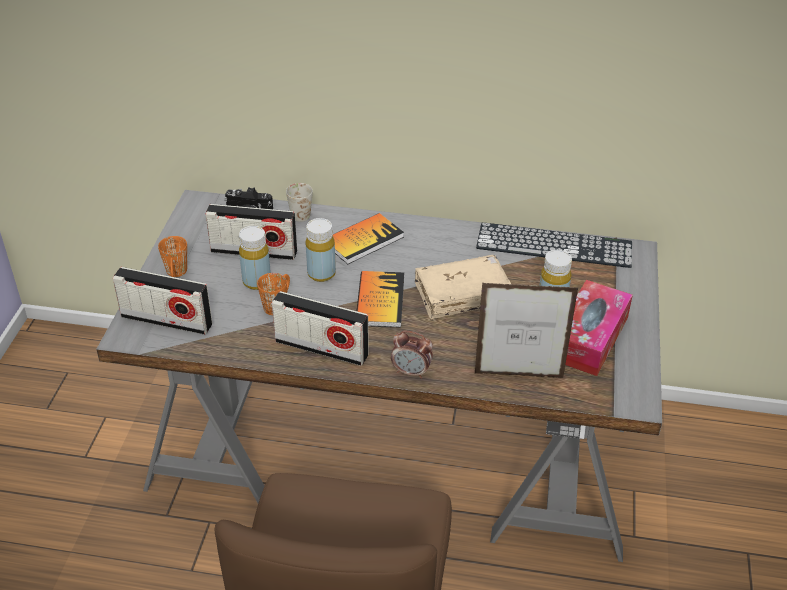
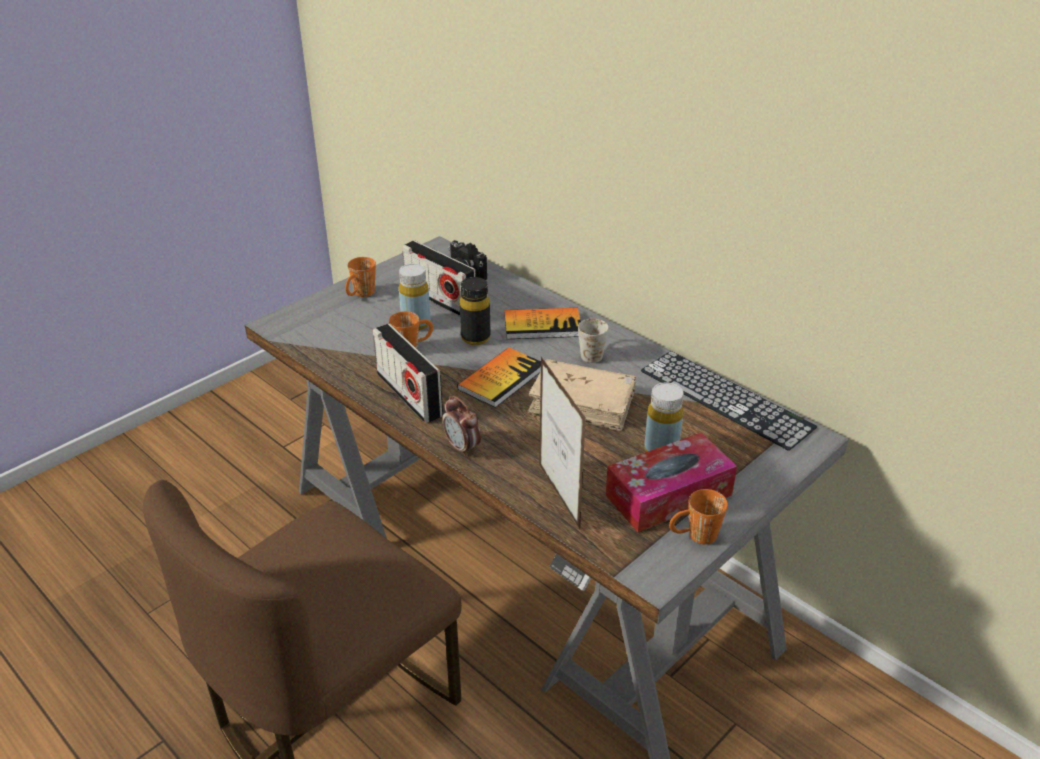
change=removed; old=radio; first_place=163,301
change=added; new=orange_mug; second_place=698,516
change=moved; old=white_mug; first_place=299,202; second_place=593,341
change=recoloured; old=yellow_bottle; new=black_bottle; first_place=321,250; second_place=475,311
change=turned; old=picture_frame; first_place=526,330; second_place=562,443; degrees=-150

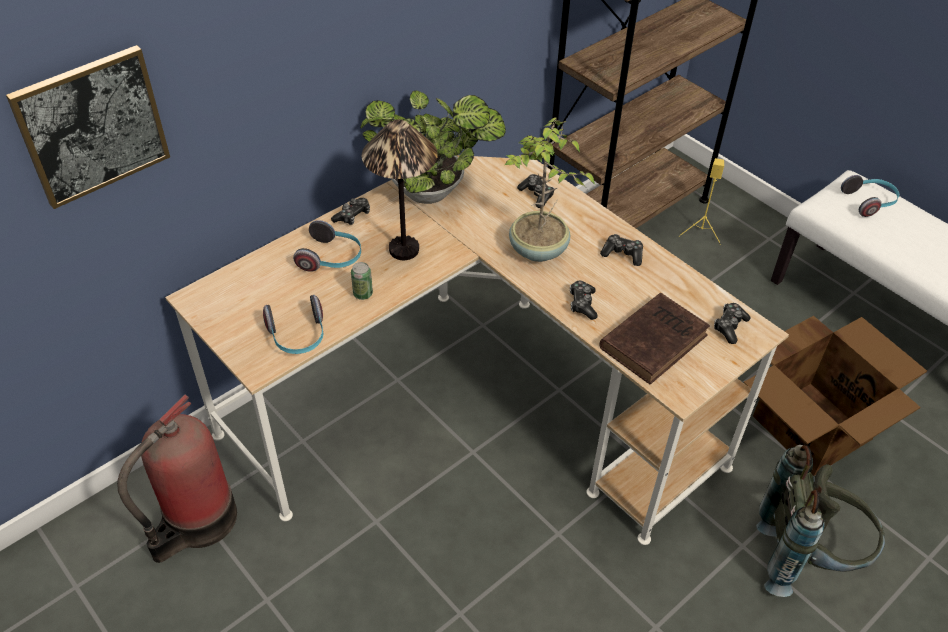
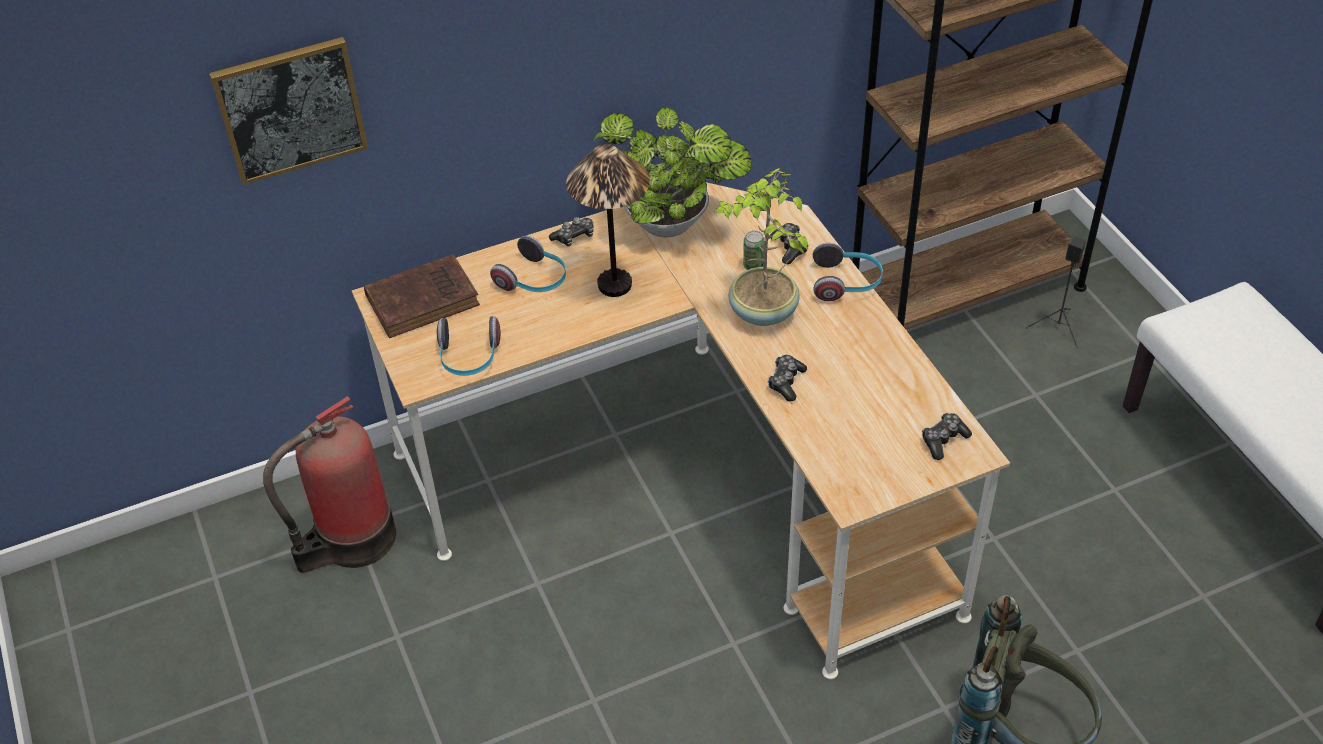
change=removed; old=game_controller; first_place=621,250
change=removed; old=cardboard_box; first_place=835,396
change=moved; old=can; first_place=362,281; second_place=754,250
change=moved; old=brown_book; first_place=655,339; second_place=422,296
change=moved; old=headphones; first_place=870,196; second_place=848,272
change=recoloured; old=yellow_speaker; new=black_speaker; first_place=701,201; second_place=1056,292

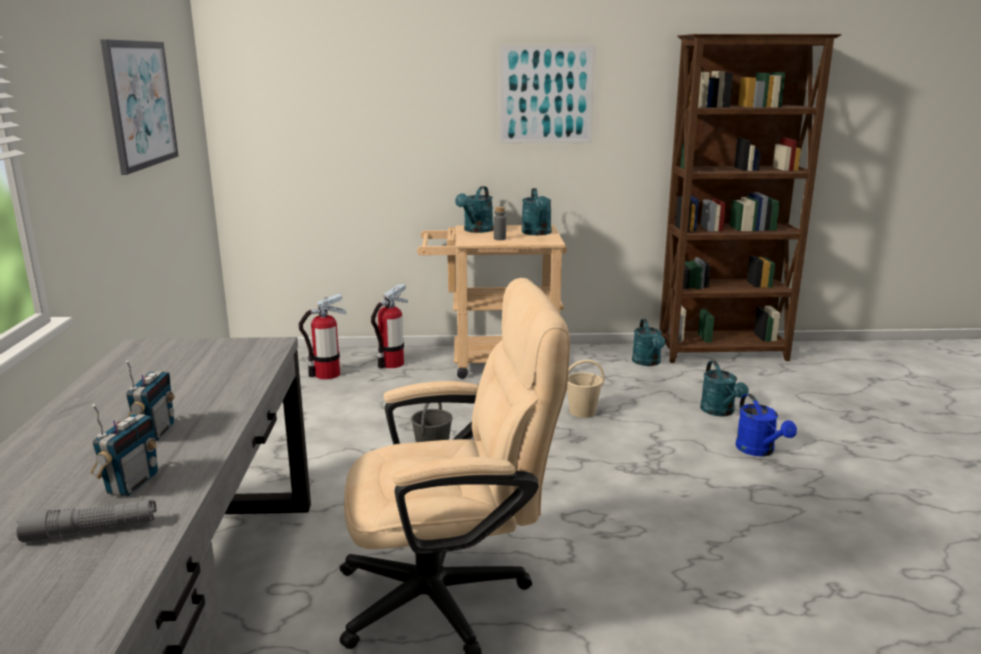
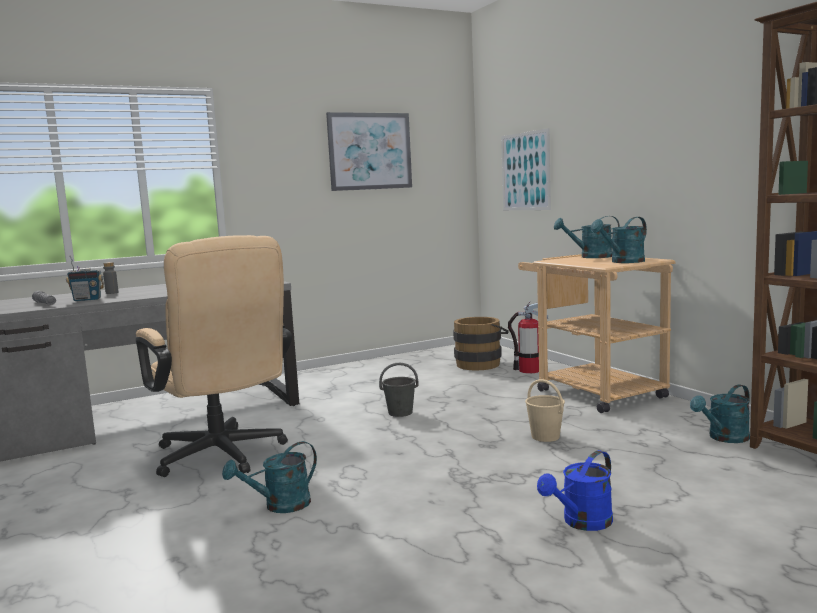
change=removed; old=radio; first_place=150,400
change=moved; old=grey_bottle; first_place=500,223; second_place=110,278
change=moved; old=picture; first_place=547,94; second_place=526,169
change=moved; old=turquoise_watering_can; first_place=724,388; second_place=269,477
change=replaced; old=fire_extinguisher; new=brown_bucket; first_place=322,336; second_place=481,343

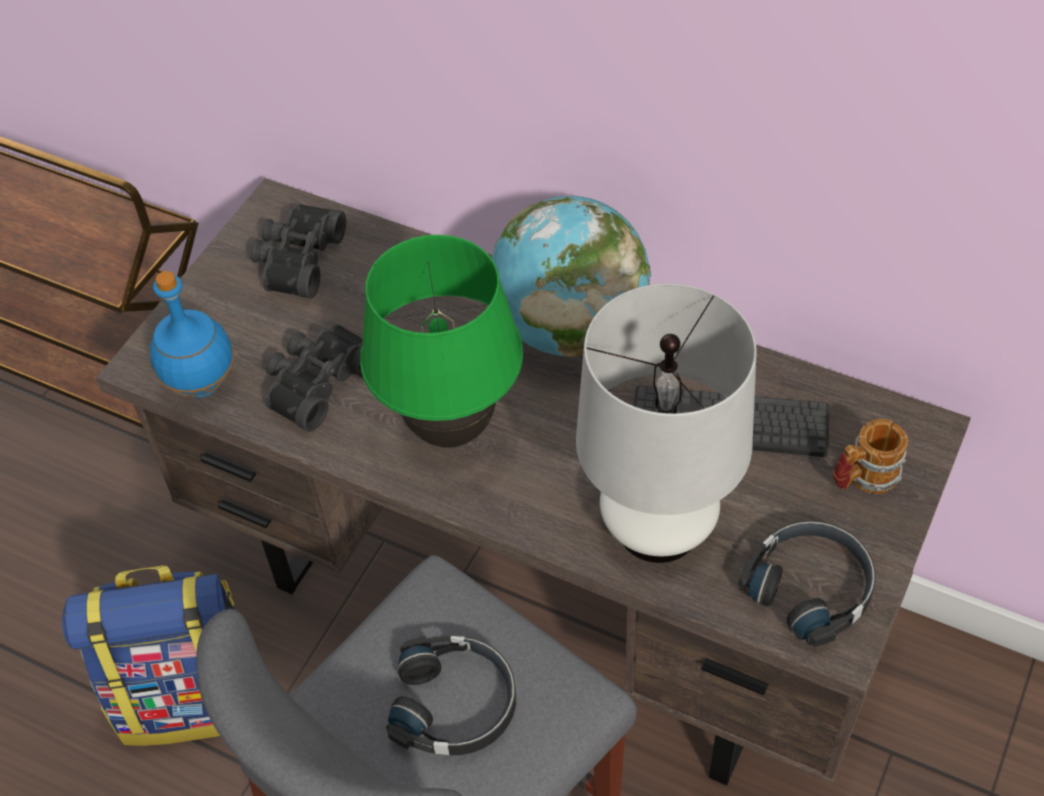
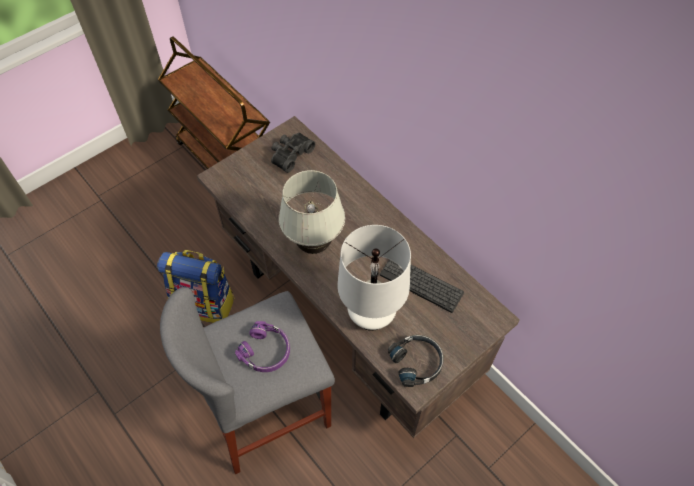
change=removed; old=blue_bottle; first_place=192,334
change=removed; old=black_binoculars; first_place=314,378
change=removed; old=globe; first_place=571,276
change=removed; old=mug; first_place=870,456
change=recoloured; old=green_table_lamp; new=white_table_lamp; first_place=441,341; second_place=312,212
change=recoloured; old=black_headphones; new=purple_headphones; first_place=451,695; second_place=262,346

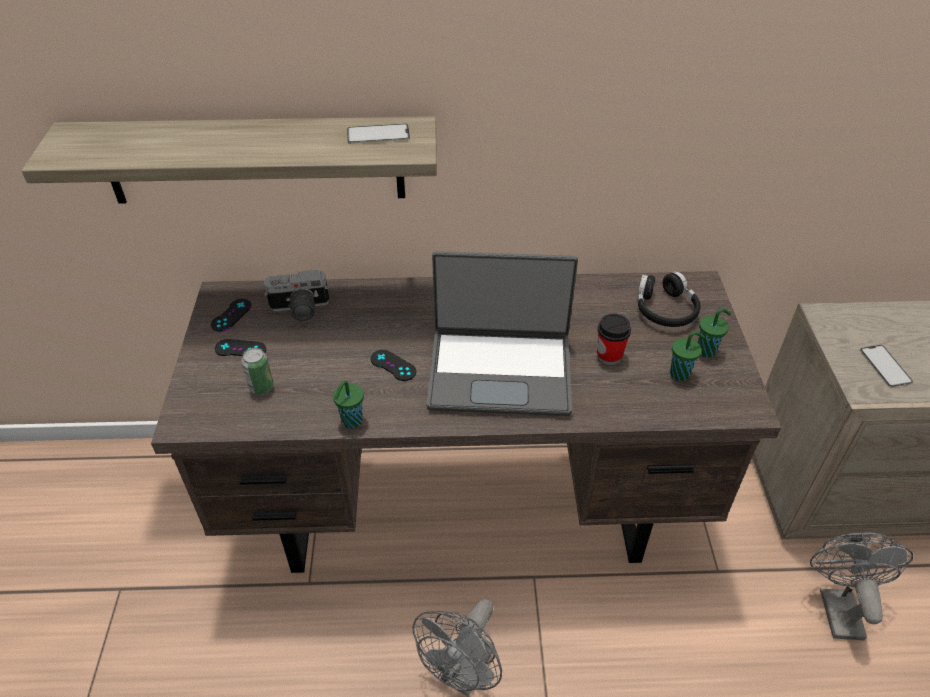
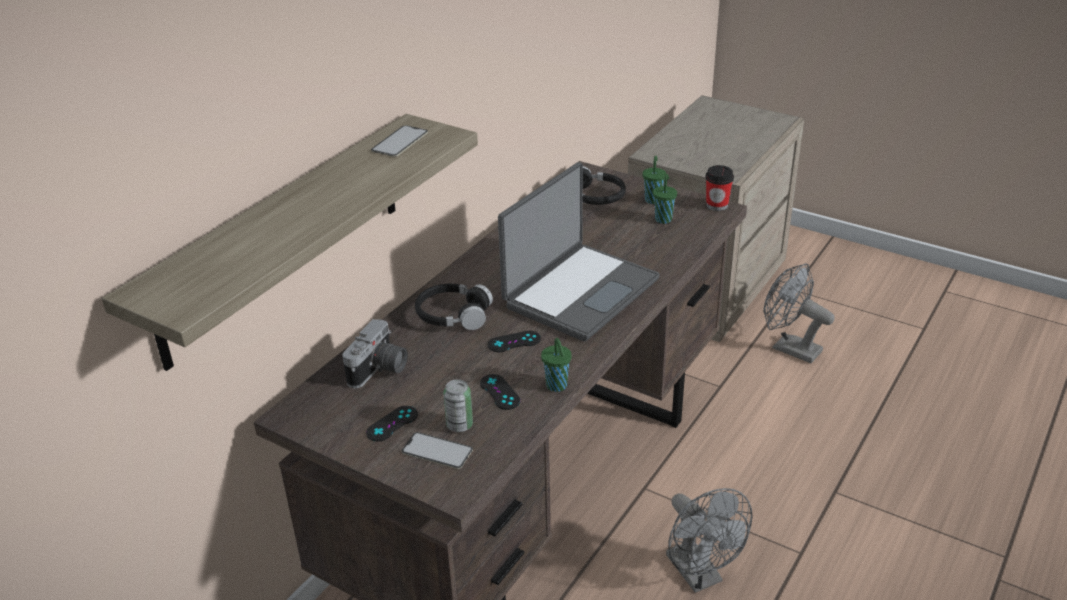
change=added; new=black_headphones; second_place=454,307
change=moved; old=black_game_controller; first_place=231,315; second_place=500,392
change=moved; old=cup; first_place=614,339; second_place=719,188
change=moved; old=phone; first_place=886,366; second_place=437,450

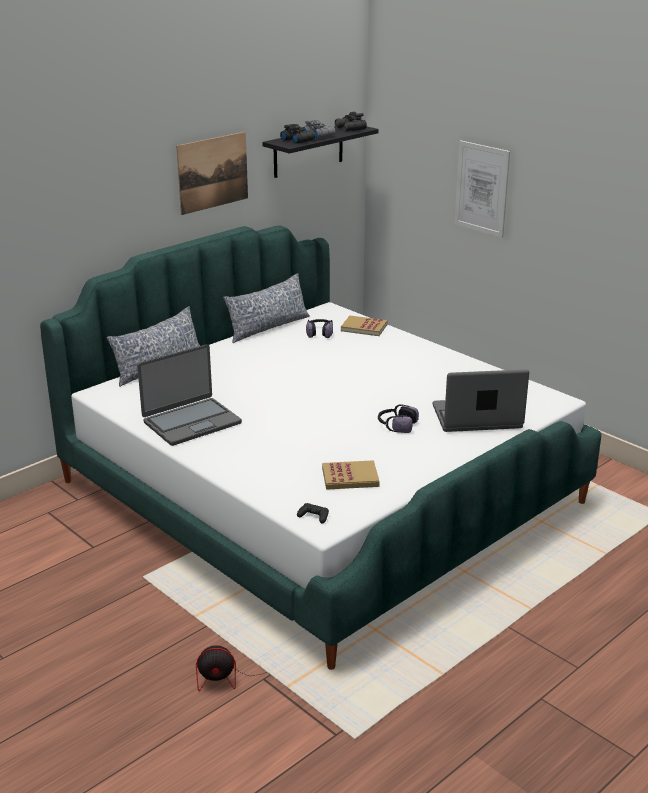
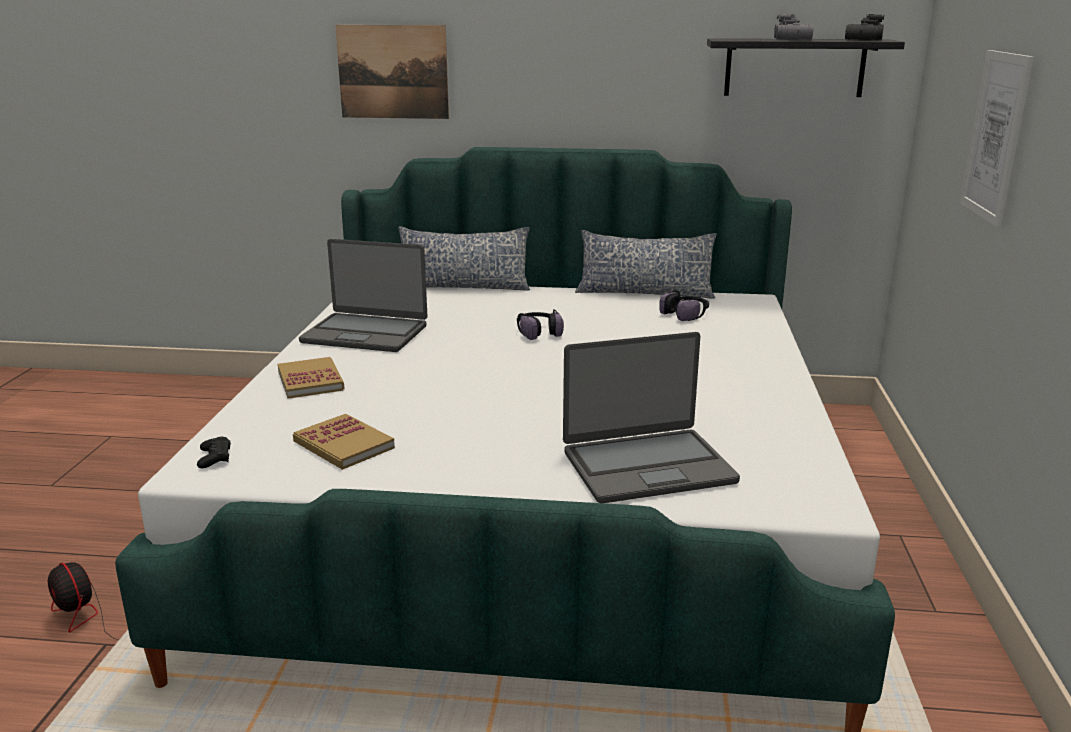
change=removed; old=black_binoculars; first_place=297,134
change=moved; old=picture; first_place=212,173; second_place=392,72
change=moved; old=book; first_place=364,326; second_place=311,378
change=moved; old=headphones; first_place=398,418; second_place=540,324
change=turned; old=laptop; first_place=481,400; second_place=651,417; degrees=120

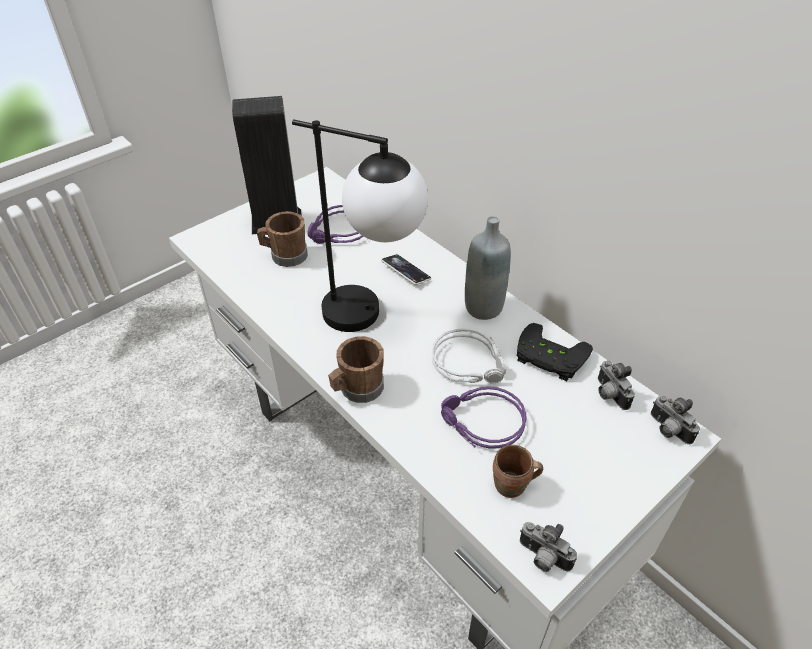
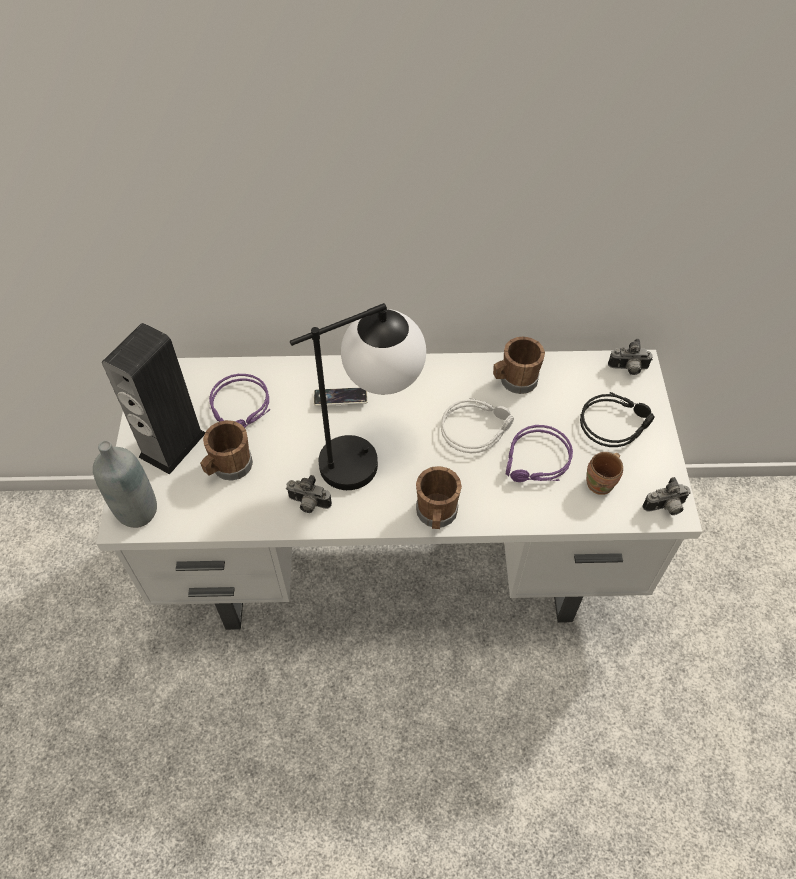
change=added; new=black_headphones; second_place=617,419
change=moved; old=grey_bottle; first_place=488,268; second_place=125,484
change=moved; old=photo_camera; first_place=616,385; second_place=309,494
change=replaced; old=black_game_controller; new=brown_mug; first_place=555,352; second_place=519,365

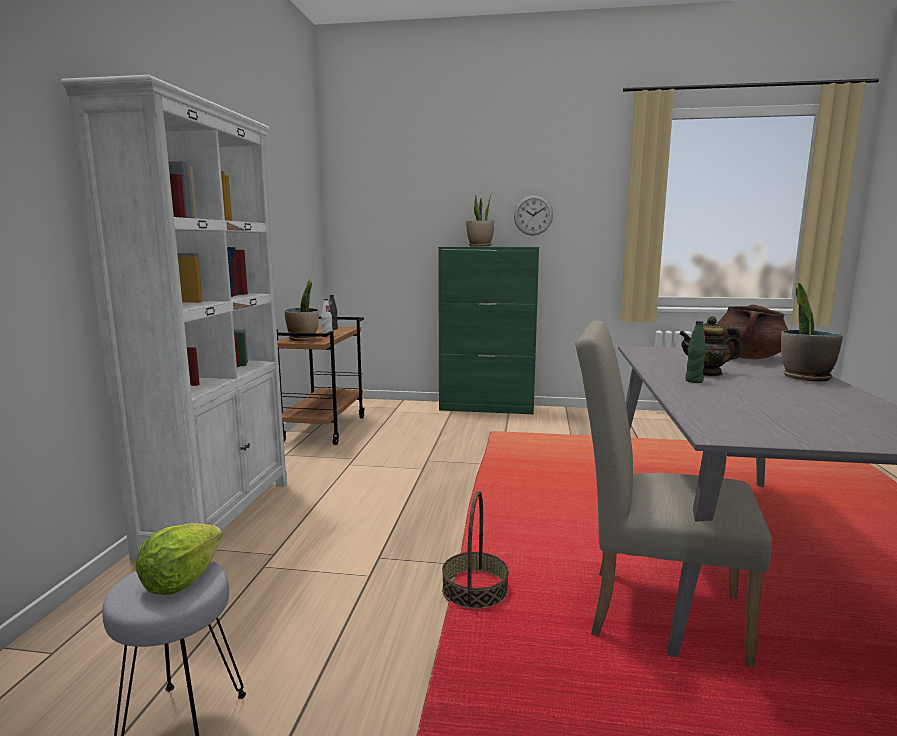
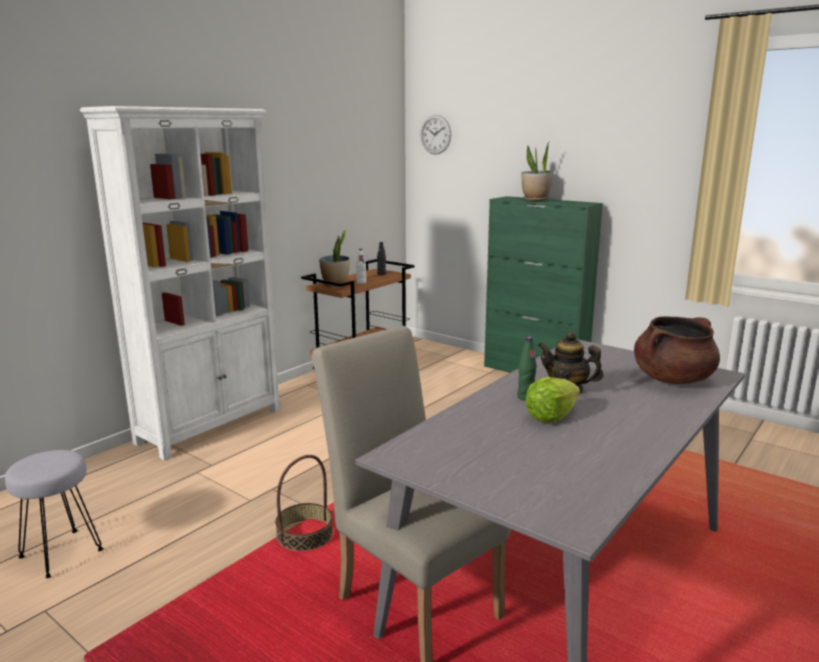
change=removed; old=potted_plant; first_place=812,332
change=moved; old=lettuce; first_place=179,559; second_place=552,399
change=moved; old=wall_clock; first_place=533,215; second_place=435,135

